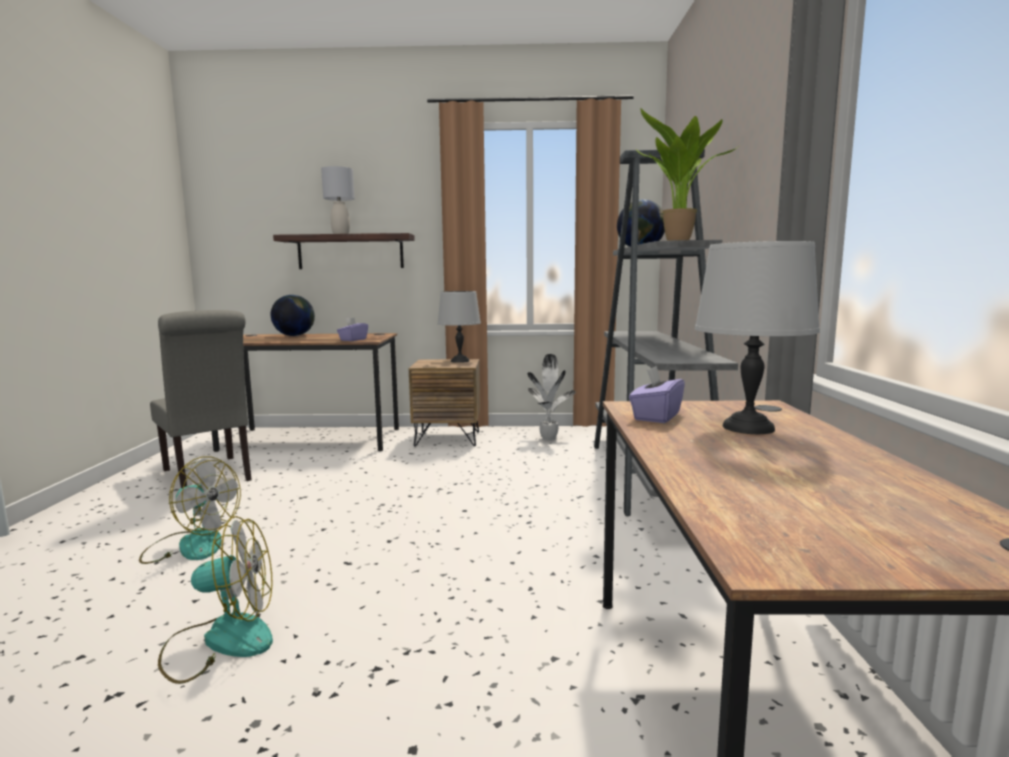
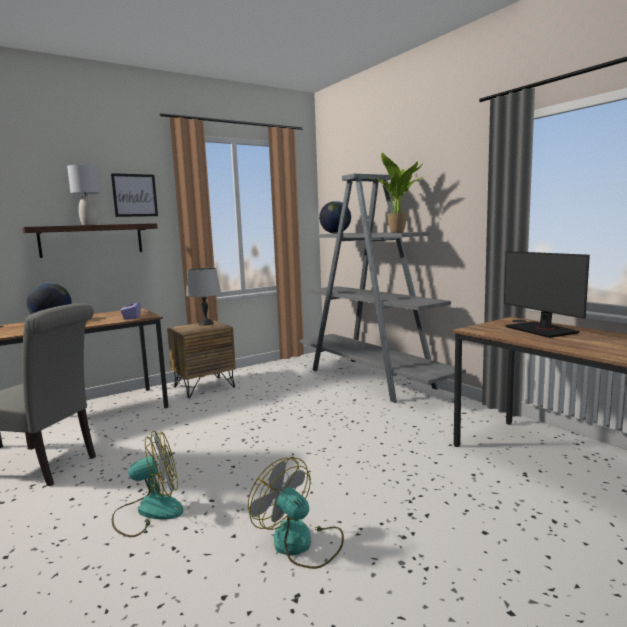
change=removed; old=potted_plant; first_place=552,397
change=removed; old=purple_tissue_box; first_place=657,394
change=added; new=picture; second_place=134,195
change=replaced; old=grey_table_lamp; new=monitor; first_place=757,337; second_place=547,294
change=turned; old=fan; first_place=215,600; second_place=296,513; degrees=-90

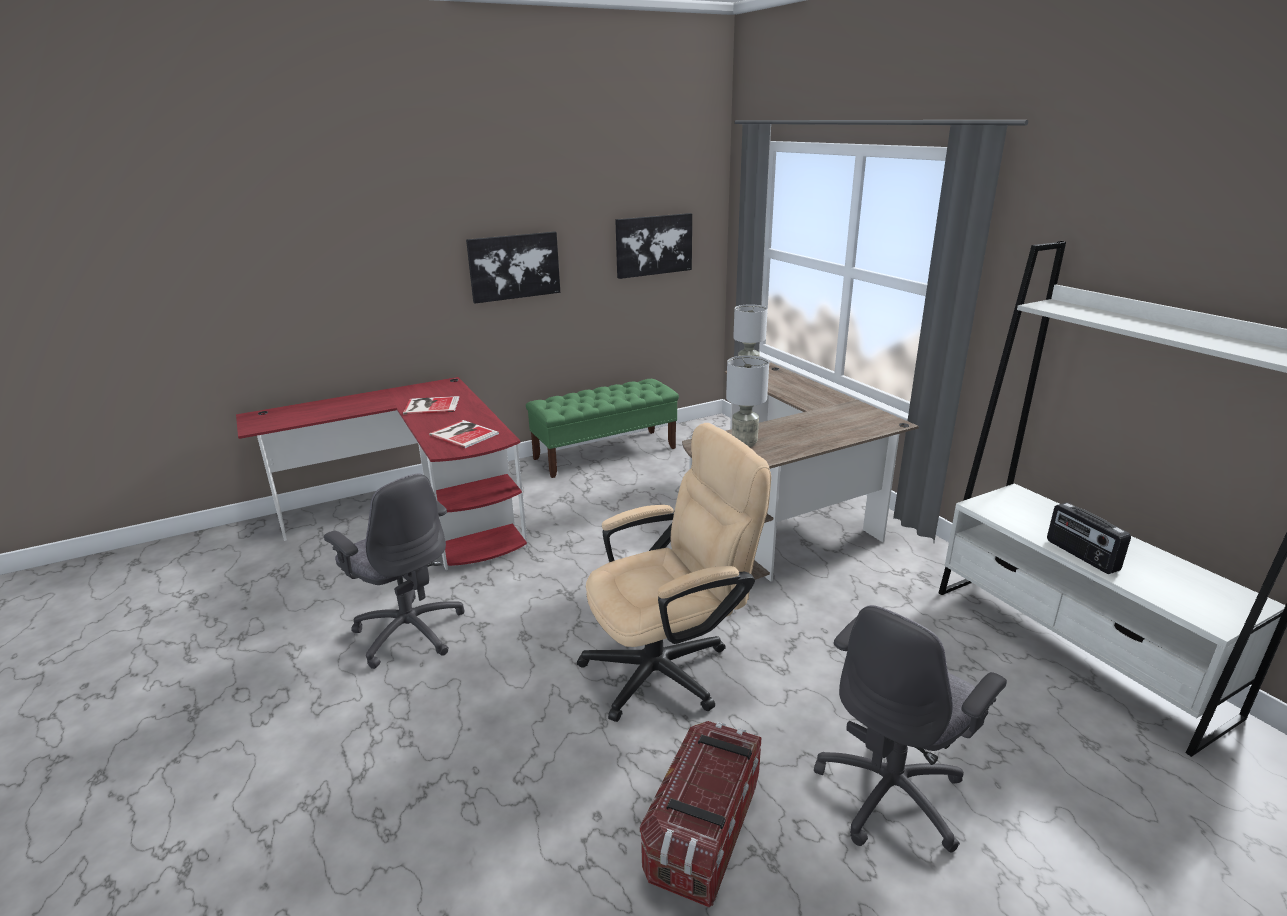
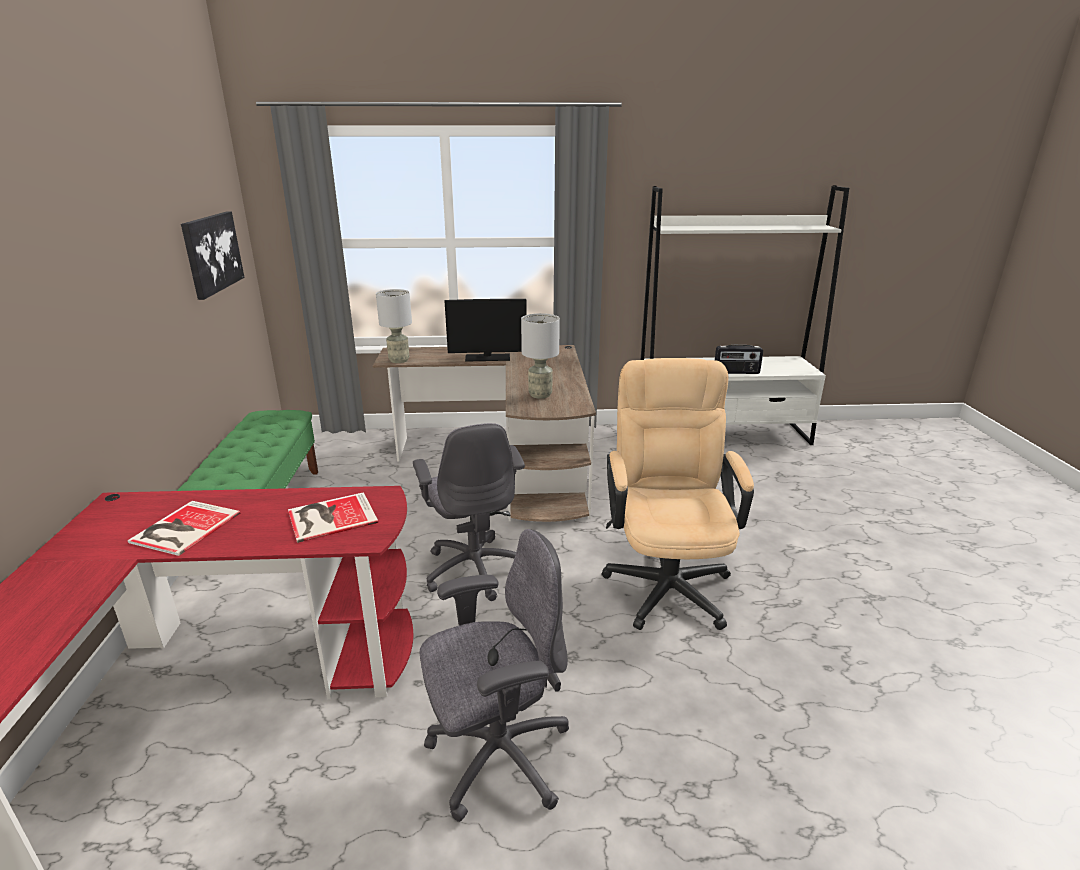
change=removed; old=picture; first_place=513,267
change=removed; old=storage_box; first_place=701,814
change=added; new=monitor; second_place=486,330
change=moved; old=grey_office_chair; first_place=910,729; second_place=469,512

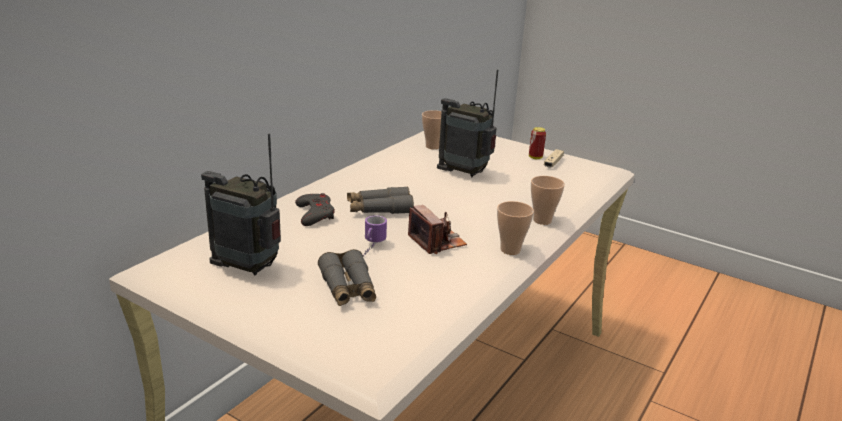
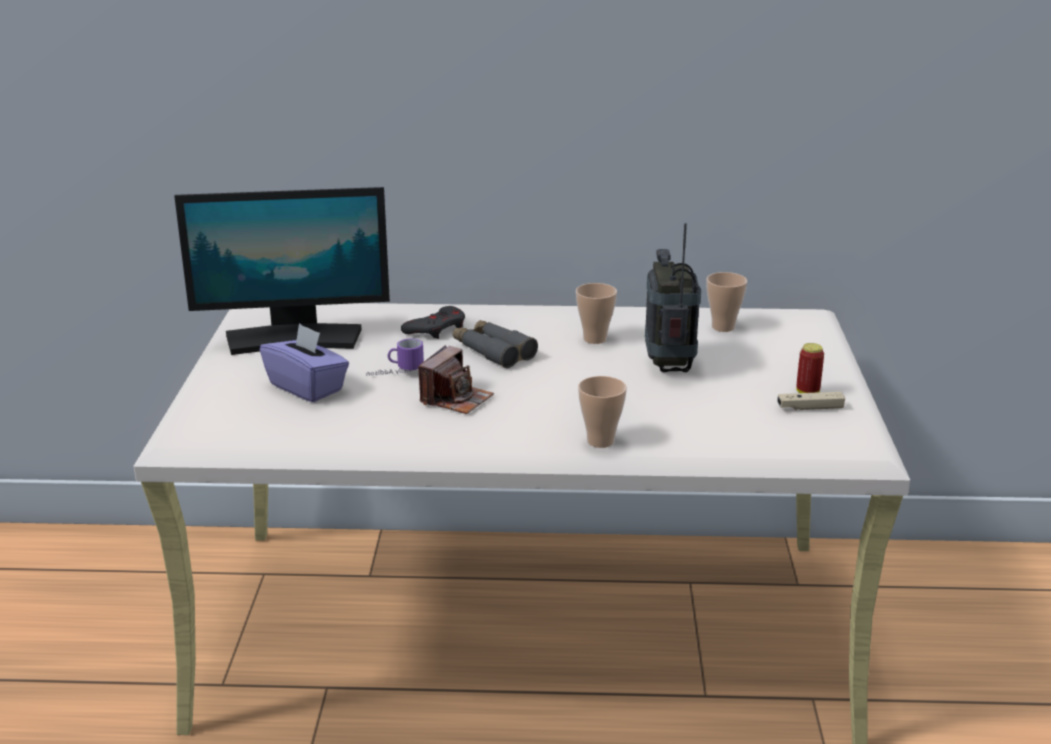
change=moved; old=cup; first_place=515,228; second_place=596,313
change=replaced; old=radio; new=monitor; first_place=241,204; second_place=282,271
change=replaced; old=grey_binoculars; new=purple_tissue_box; first_place=347,277; second_place=304,363

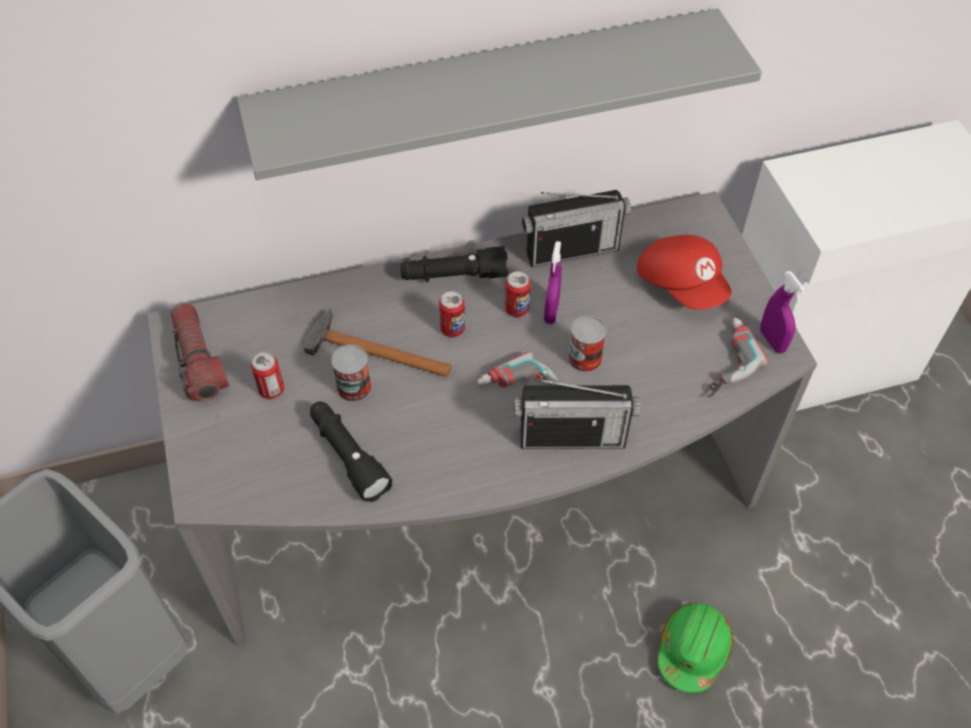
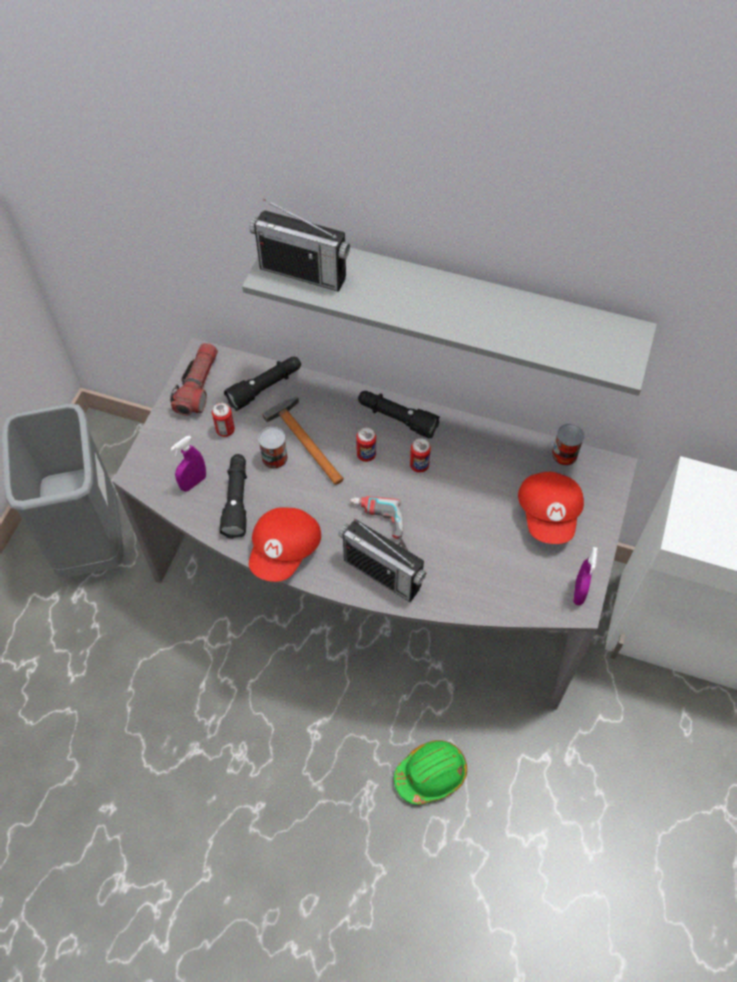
change=removed; old=power_drill; first_place=737,357
change=added; new=black_flashlight; second_place=262,384
change=added; new=red_cap; second_place=285,544
change=moved; old=radio; first_place=576,228; second_place=299,245
change=moved; old=purple_spray_bottle; first_place=553,282; second_place=188,463
change=moved; old=can; first_place=587,344; second_place=567,445

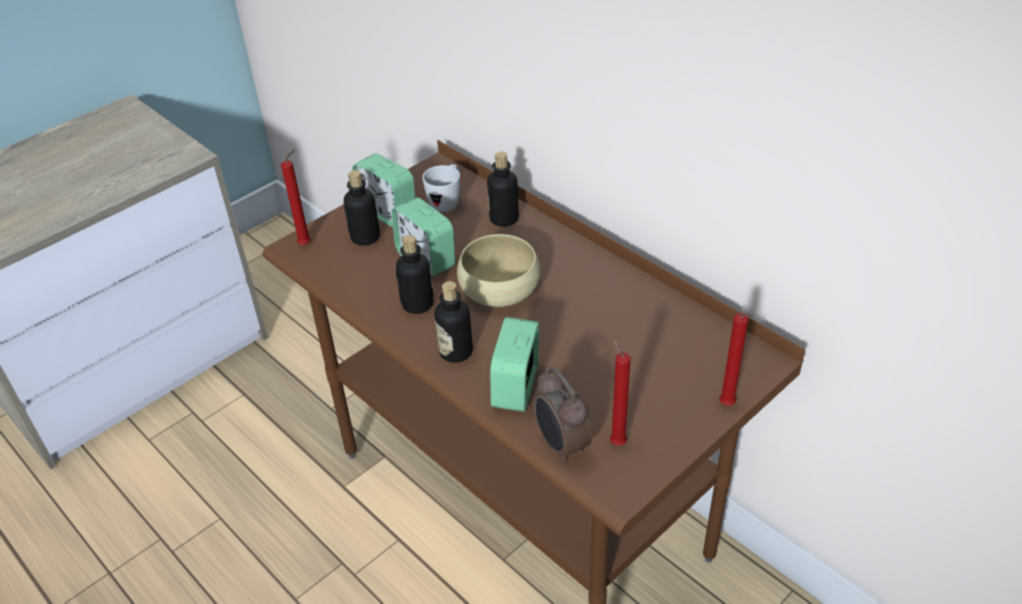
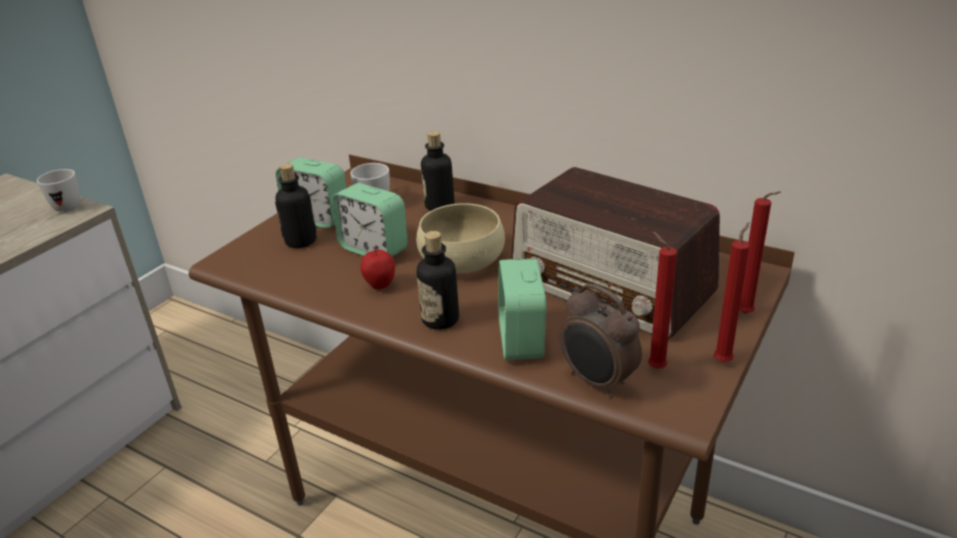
change=added; new=white_mug; second_place=58,190
change=added; new=radio; second_place=615,253
change=moved; old=red_candle; first_place=296,197; second_place=732,292
change=replaced; old=bottle; new=apple; first_place=414,274; second_place=377,268

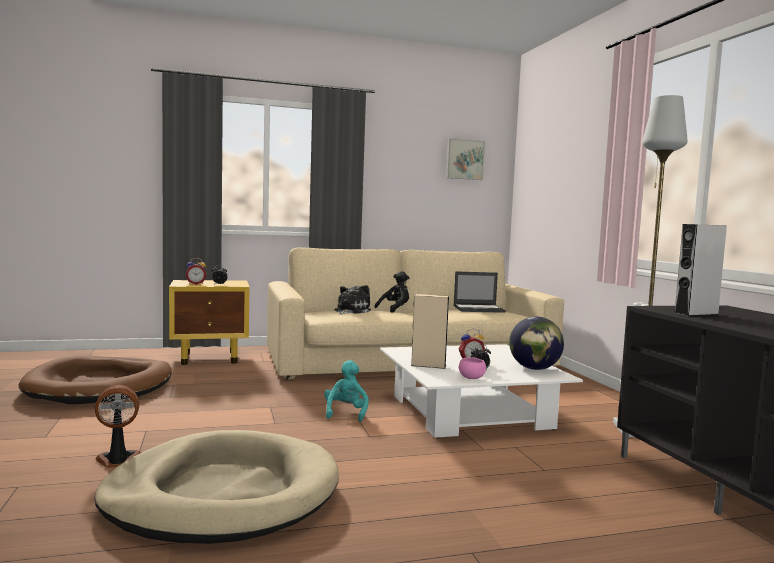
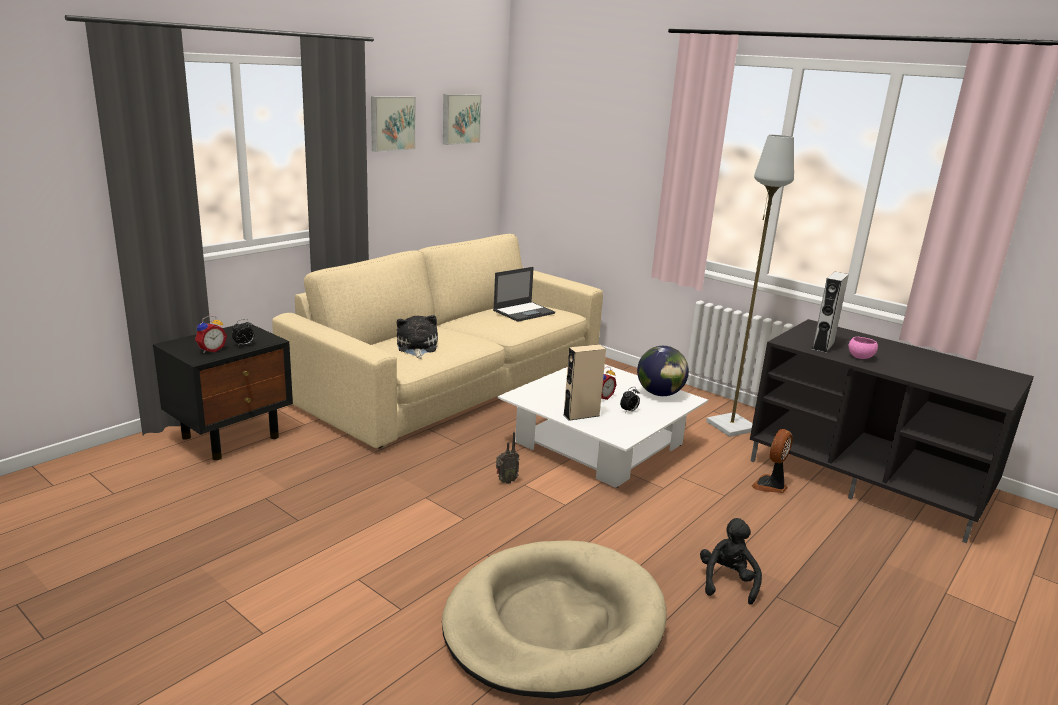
change=removed; old=brown_dog_bed; first_place=95,379
change=added; new=picture; second_place=393,124
change=moved; old=fan; first_place=118,426; second_place=772,461
change=moved; old=black_plush_toy; first_place=391,292; second_place=731,561
change=moved; old=pink_bowl; first_place=472,368; second_place=863,348
change=replaced; old=turquoise_plush_toy; new=radio; first_place=346,391; second_place=508,458
change=recoloured; old=yellow_nightstand; new=black_nightstand; first_place=209,322; second_place=223,391

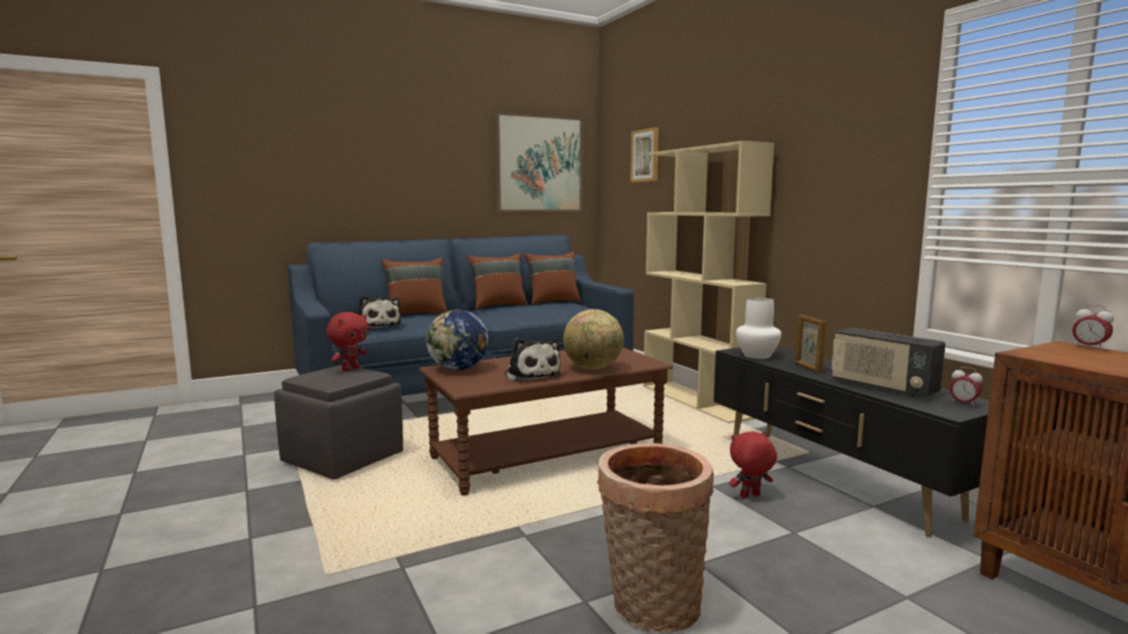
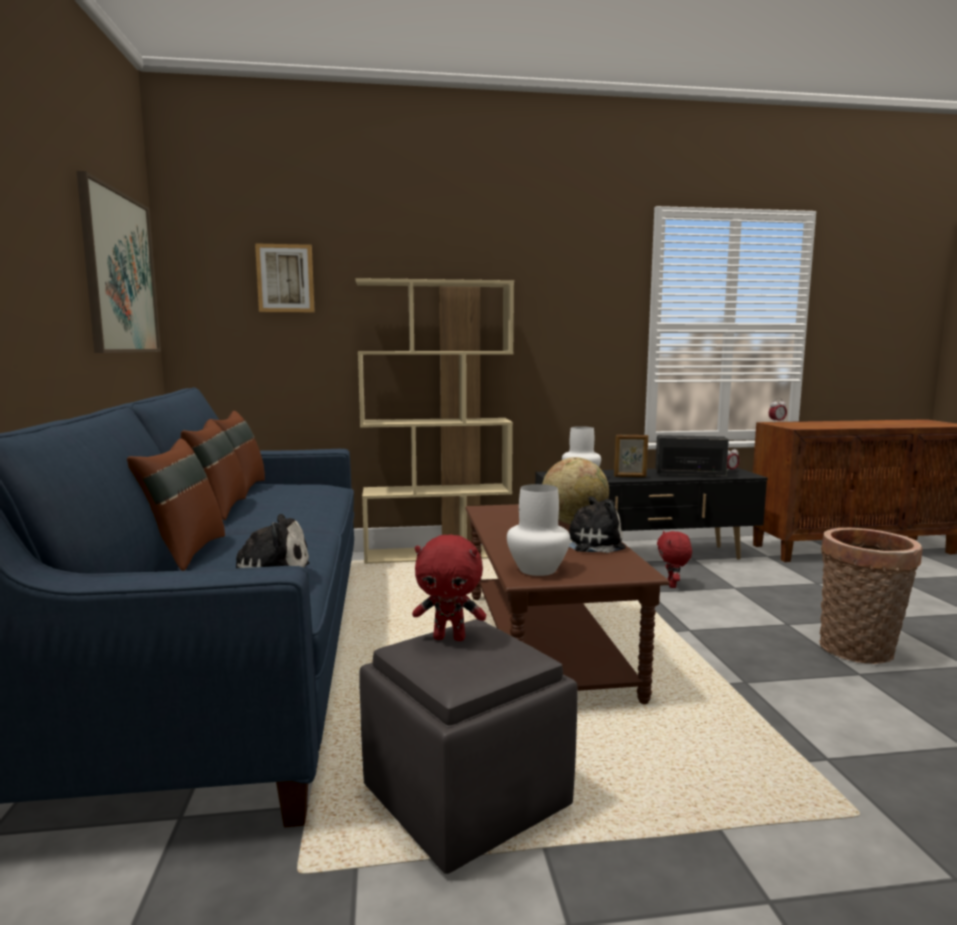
change=replaced; old=globe; new=white_vase; first_place=457,340; second_place=538,530
change=turned; old=red_plush_toy; first_place=348,341; second_place=449,587; degrees=135
change=turned; old=radio; first_place=888,363; second_place=692,456; degrees=-150

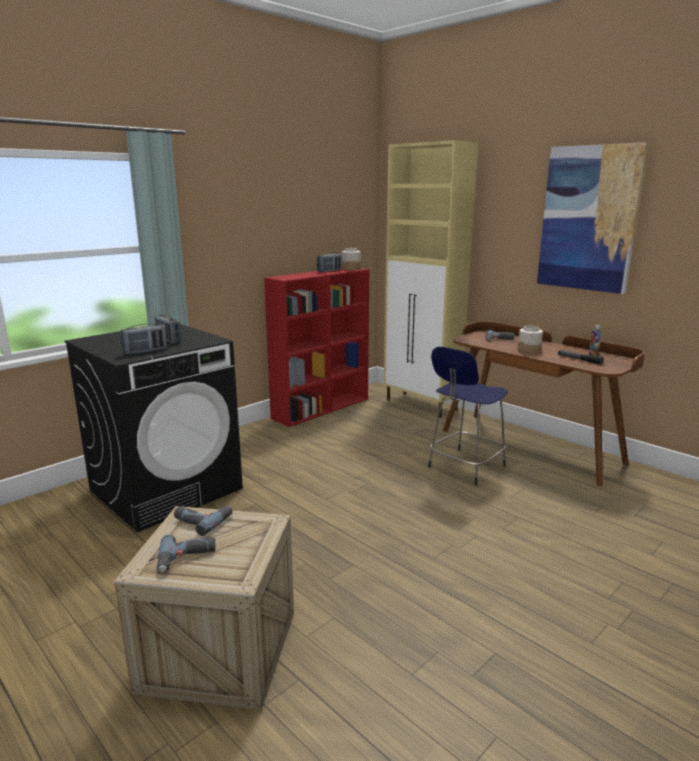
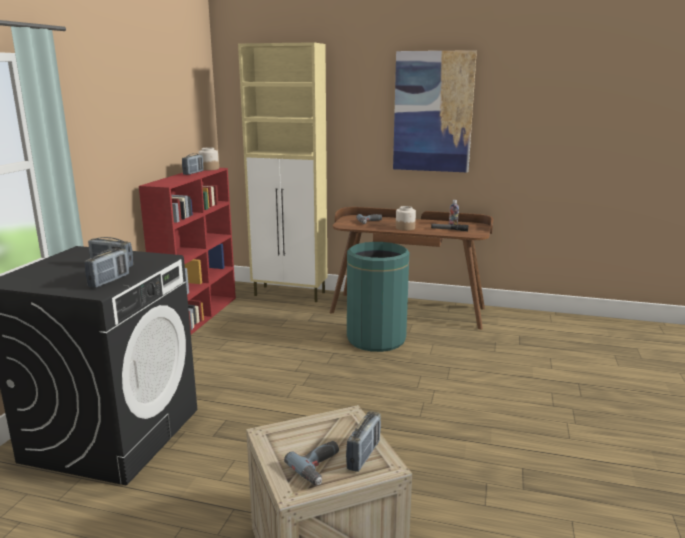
change=removed; old=power_drill; first_place=203,521
change=added; new=radio; second_place=363,441
change=replaced; old=blue_stool; new=green_trash_can; first_place=468,416; second_place=378,297

